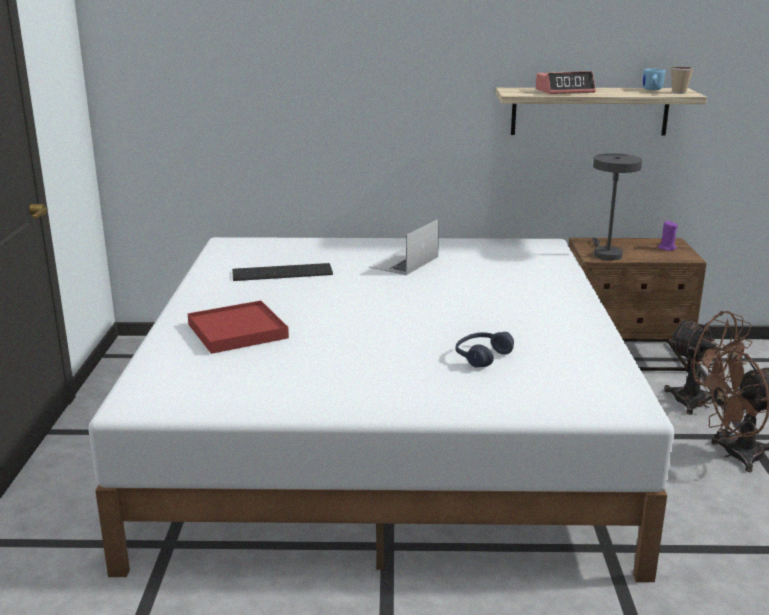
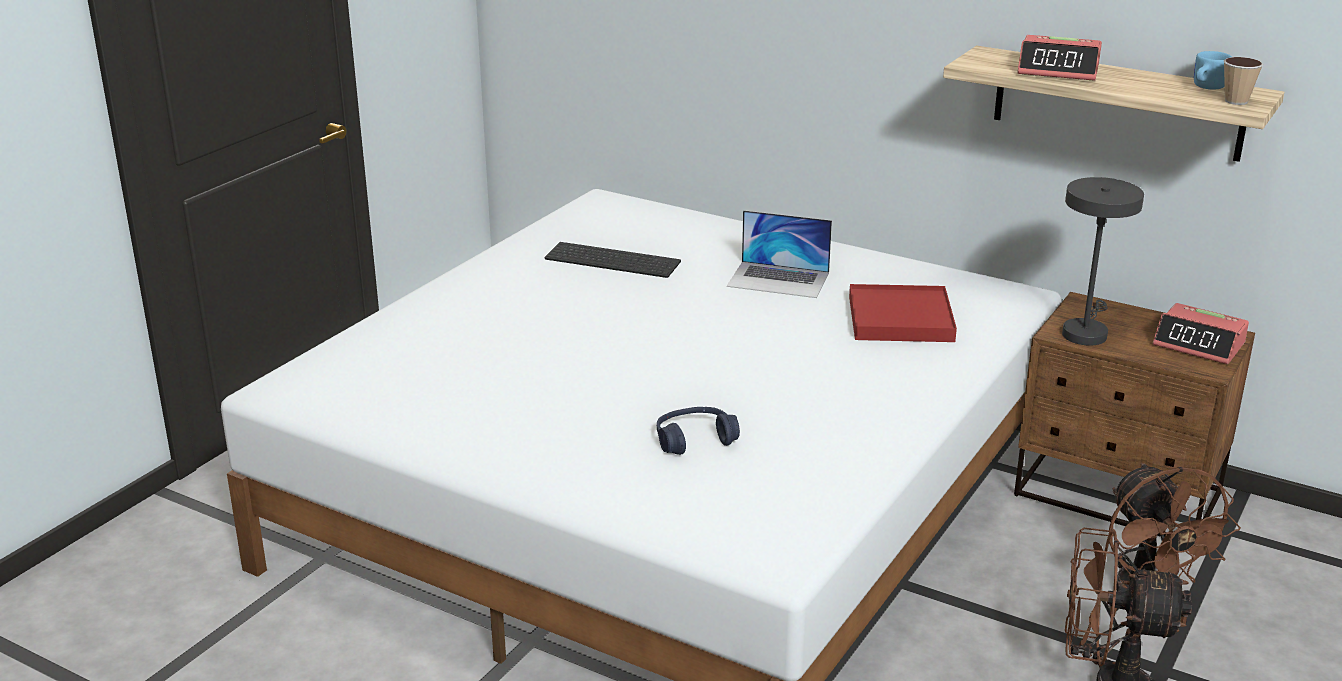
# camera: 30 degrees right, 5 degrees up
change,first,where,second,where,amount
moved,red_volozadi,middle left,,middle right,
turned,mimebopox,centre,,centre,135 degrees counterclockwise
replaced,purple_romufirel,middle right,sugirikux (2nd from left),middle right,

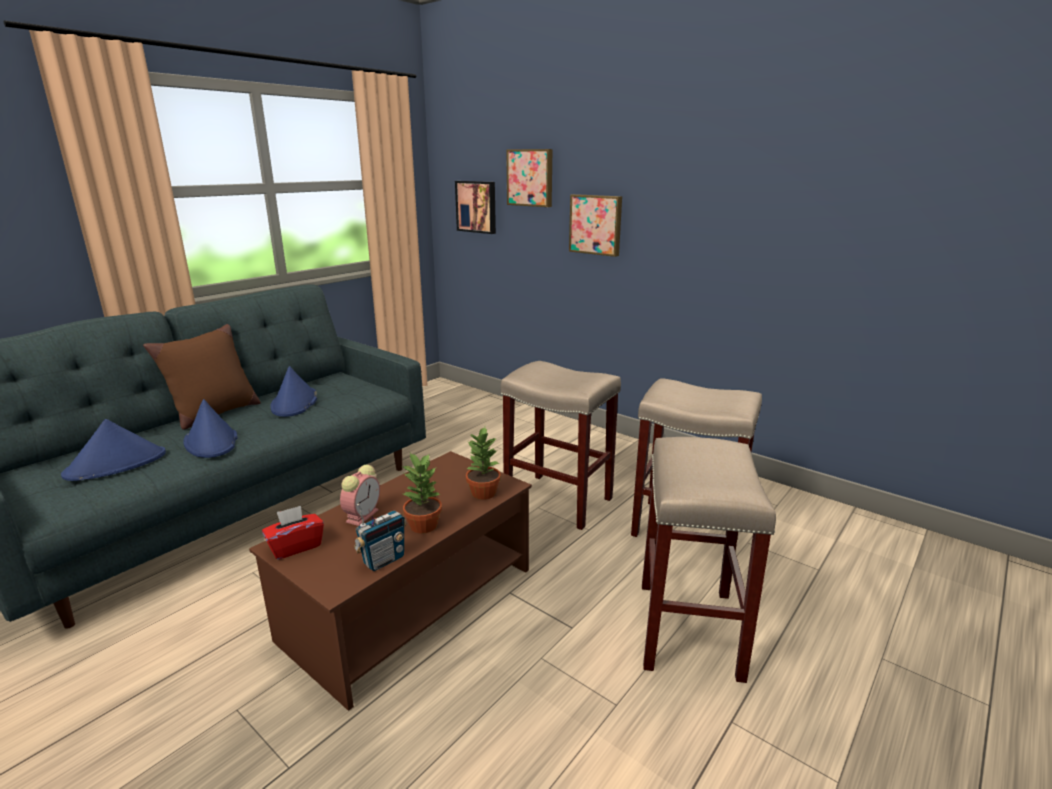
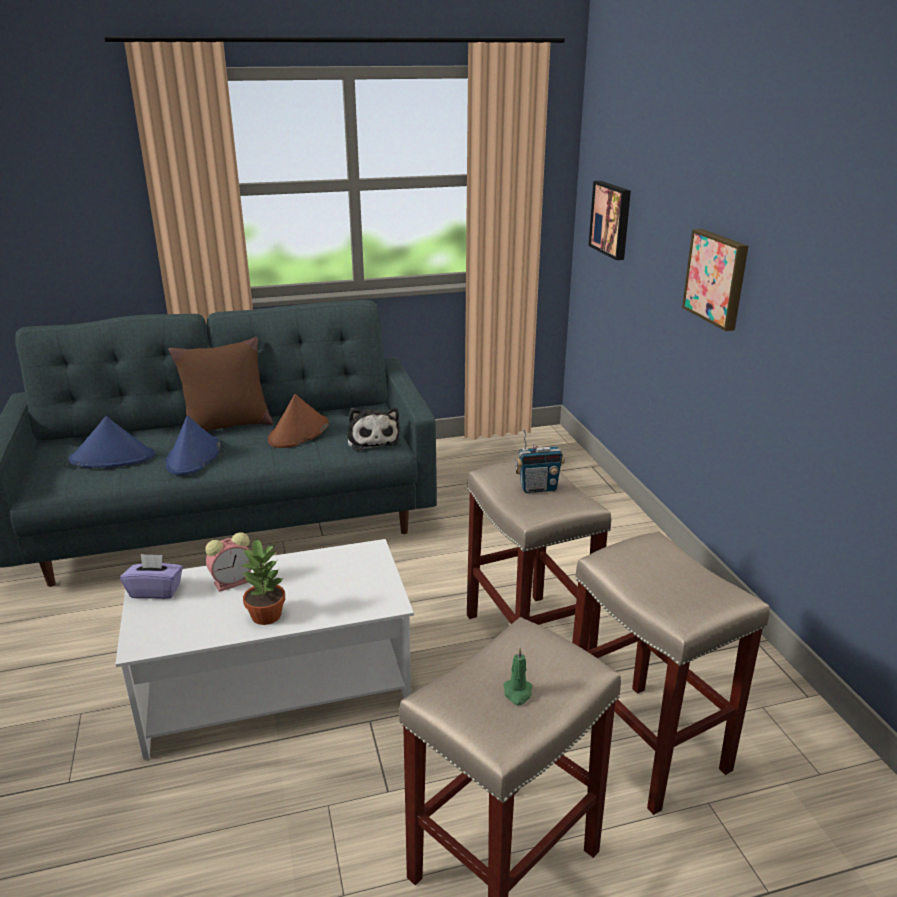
# camera: 35 degrees right, 5 degrees up
change,first,where,second,where,amount
recoloured,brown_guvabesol,bottom centre,white_guvabesol,bottom left,
recoloured,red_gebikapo,bottom left,purple_gebikapo,middle left,
recoloured,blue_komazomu (3rd from left),middle left,brown_komazomu,middle left,
moved,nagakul,bottom centre,,centre,
removed,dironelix (2nd from left),centre,,,
removed,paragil (2nd from left),top centre,,,
added,,,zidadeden,centre,
added,,,green_romufirel,bottom centre,

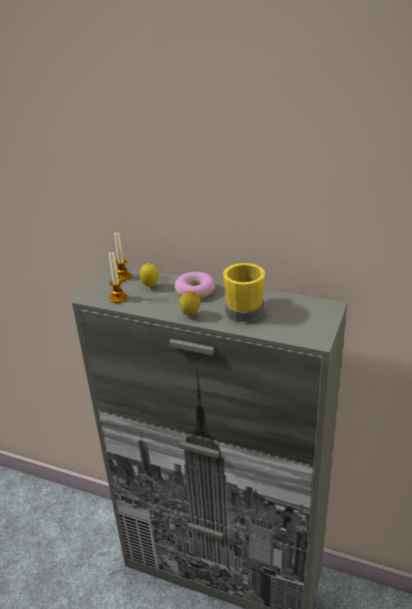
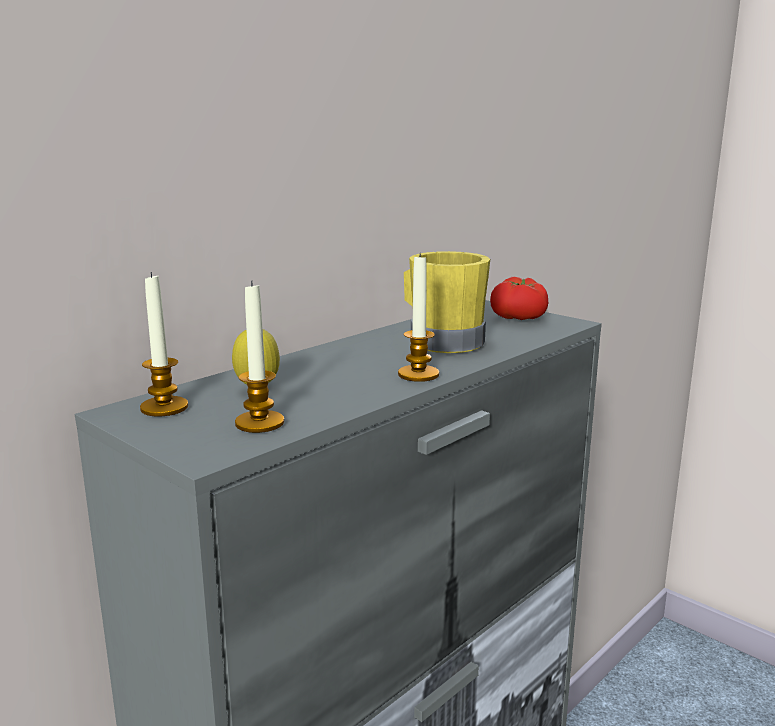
# camera: 70 degrees left, 15 degrees down
change,first,where,second,where,amount
removed,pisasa,centre,,,
replaced,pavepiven (2nd from left),centre,romufirel (3rd from left),centre,
added,,,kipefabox,middle right,

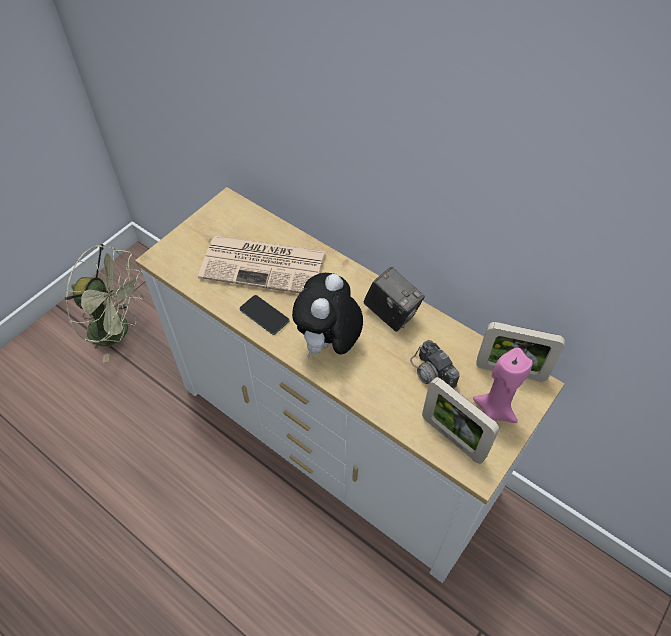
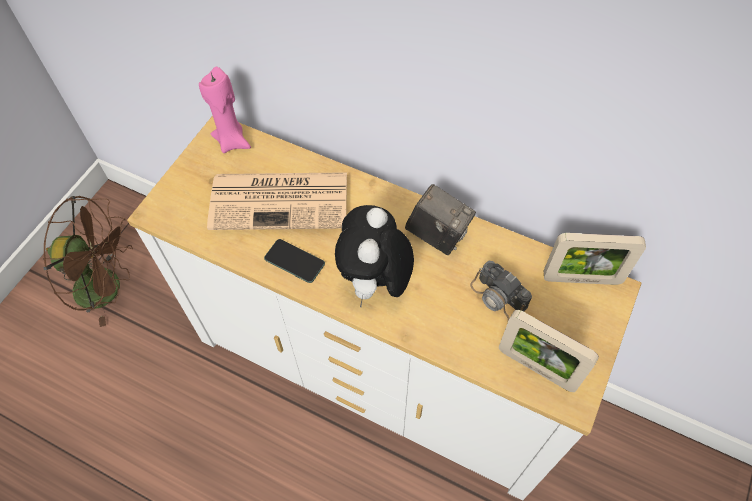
# camera: 10 degrees left, 5 degrees up
change,first,where,second,where,amount
recoloured,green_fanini,middle left,brown_fanini,middle left,
moved,pink_romufirel,middle right,,top left,

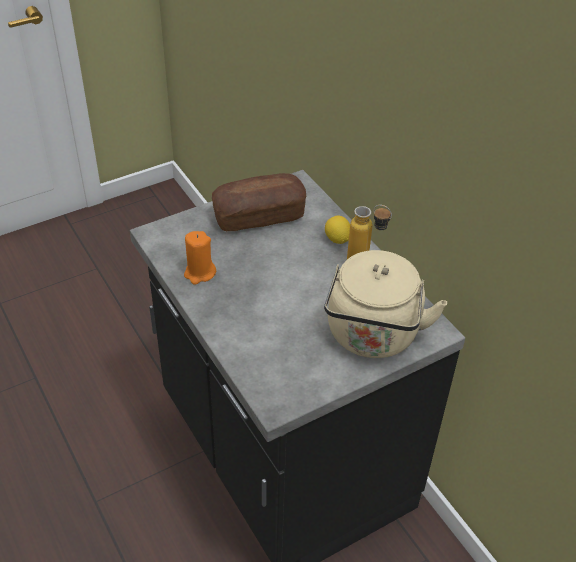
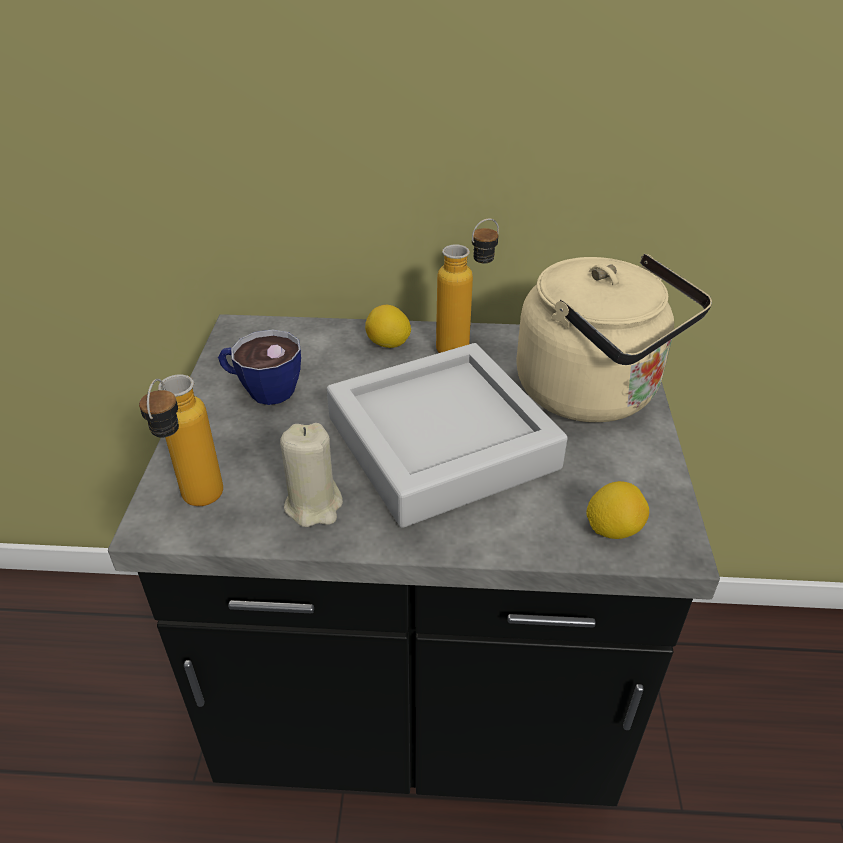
# camera: 55 degrees left, 5 degrees down
change,first,where,second,where,amount
recoloured,orange_romufirel,centre,beige_romufirel,centre,
replaced,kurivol,centre,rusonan,middle left,
added,,,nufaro (1st from left),middle left,
added,,,grey_volozadi,centre,
added,,,pavepiven (2nd from left),middle right,

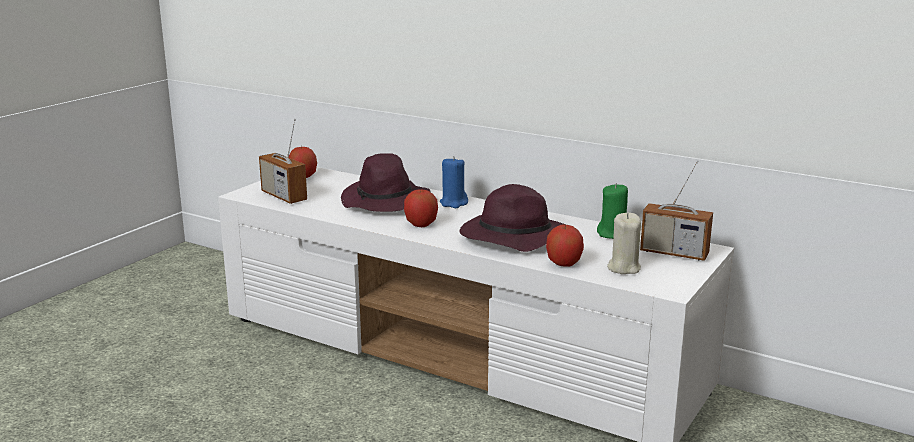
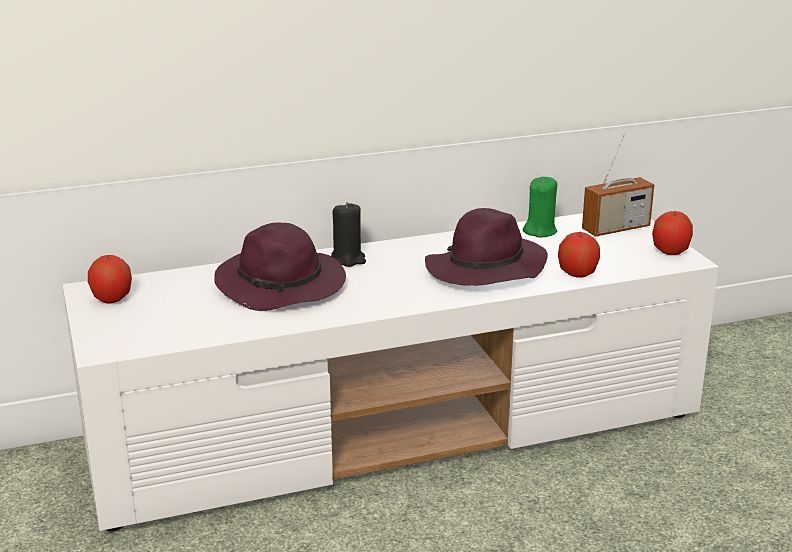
# camera: 50 degrees left, 5 degrees up
change,first,where,second,where,amount
removed,nagakul (1st from left),middle left,,,
moved,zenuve (2nd from left in the first image),centre,zenuve (3rd from left),middle right,
recoloured,blue_romufirel,centre,black_romufirel,centre,
removed,beige_romufirel,middle right,,,

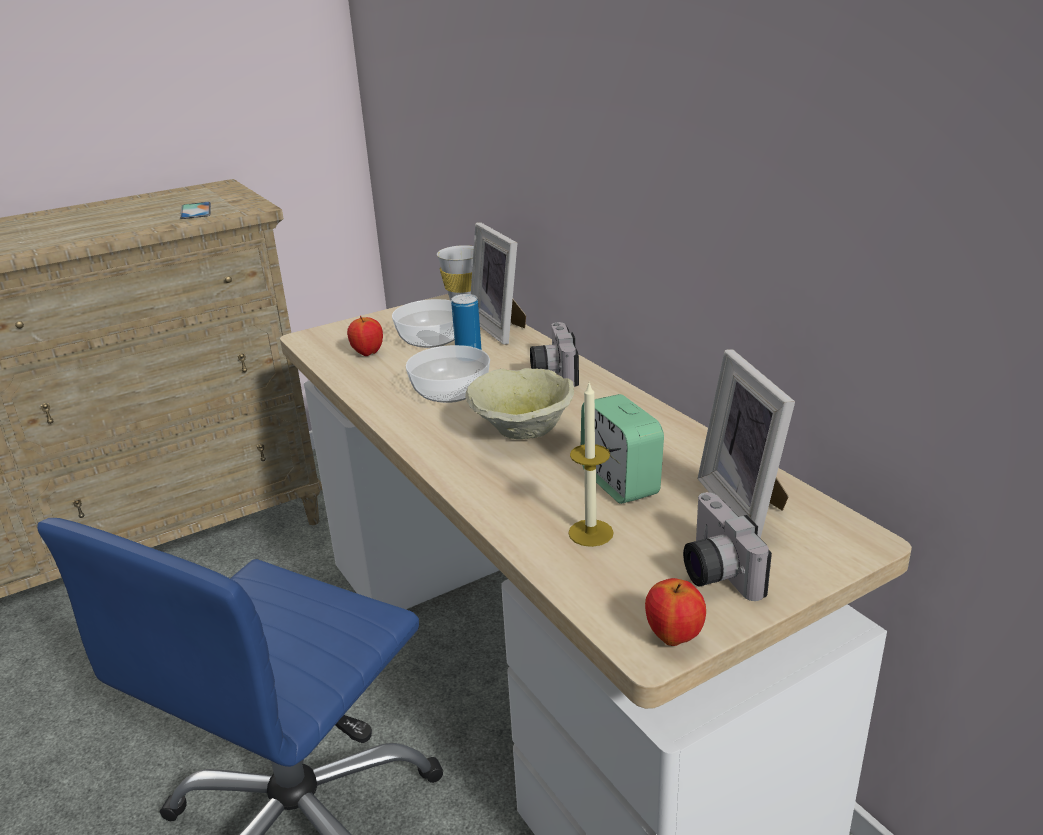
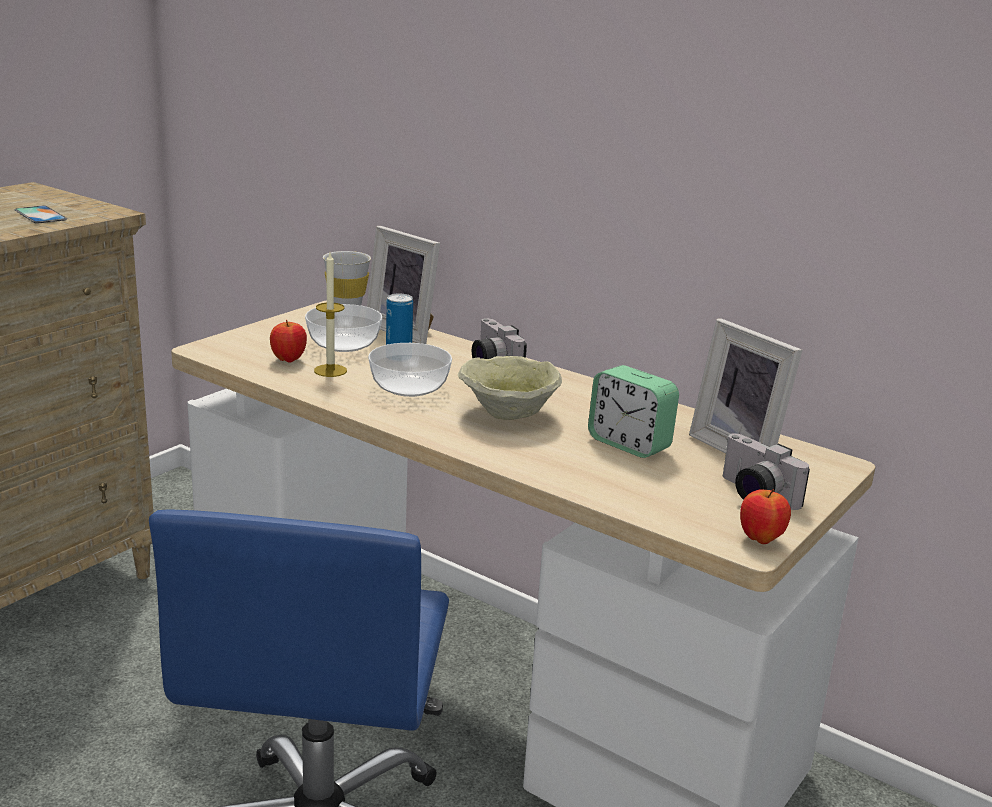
# camera: 25 degrees left, 5 degrees down
change,first,where,second,where,amount
moved,romufirel,centre,,middle left,

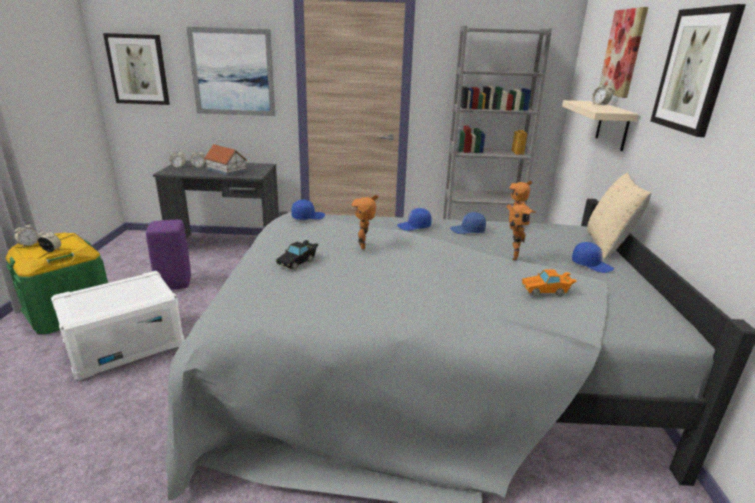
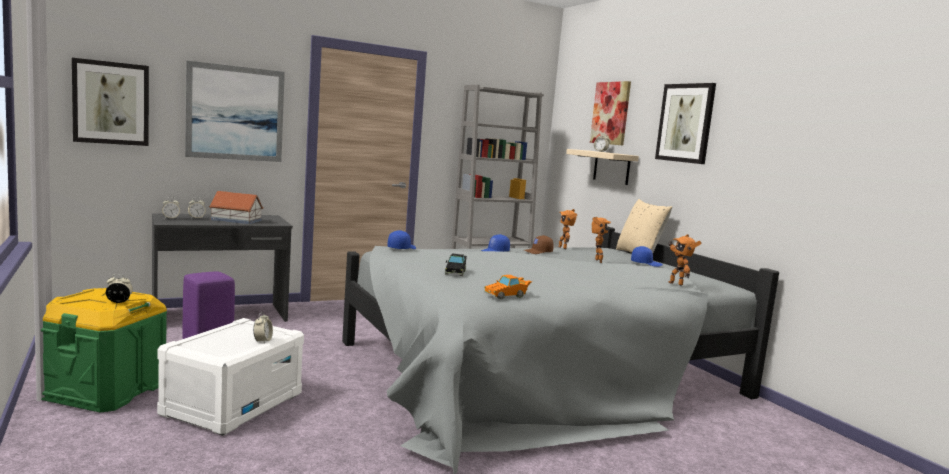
# camera: 30 degrees left, 15 degrees down
change,first,where,second,where,amount
moved,sugirikux (1st from left in the first image),middle left,sugirikux (4th from left),bottom left,
moved,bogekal (1st from left in the first image),centre,bogekal (3rd from left),middle right,
recoloured,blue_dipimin (3rd from left),centre,brown_dipimin,centre,
moved,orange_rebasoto,middle right,,centre,

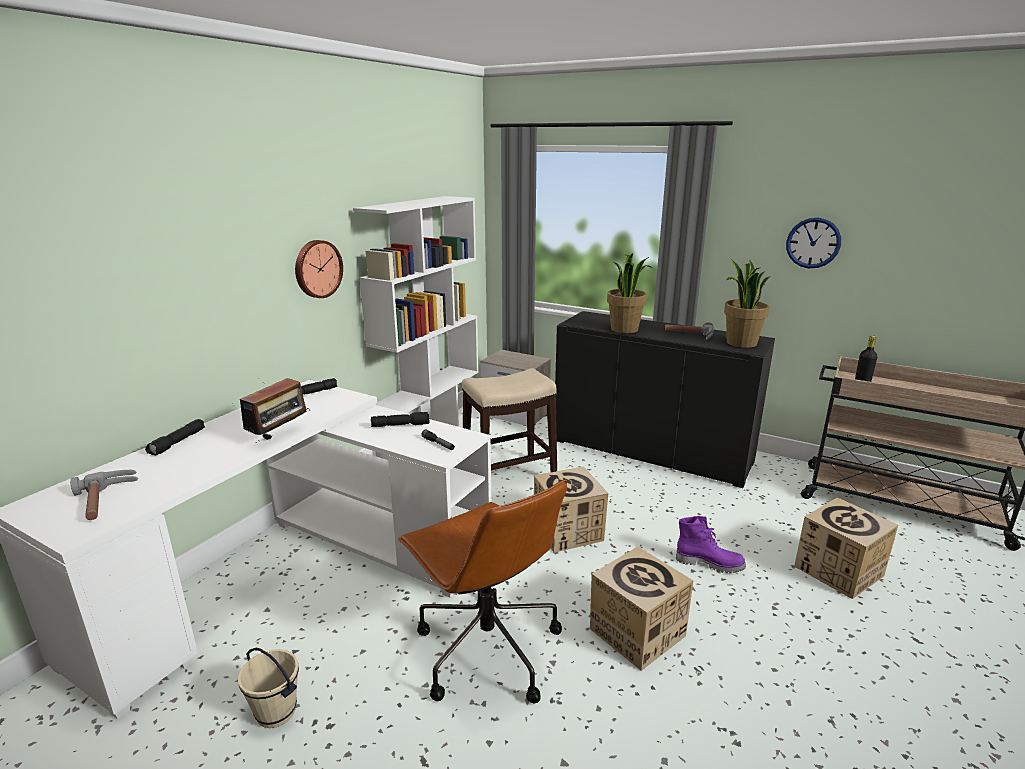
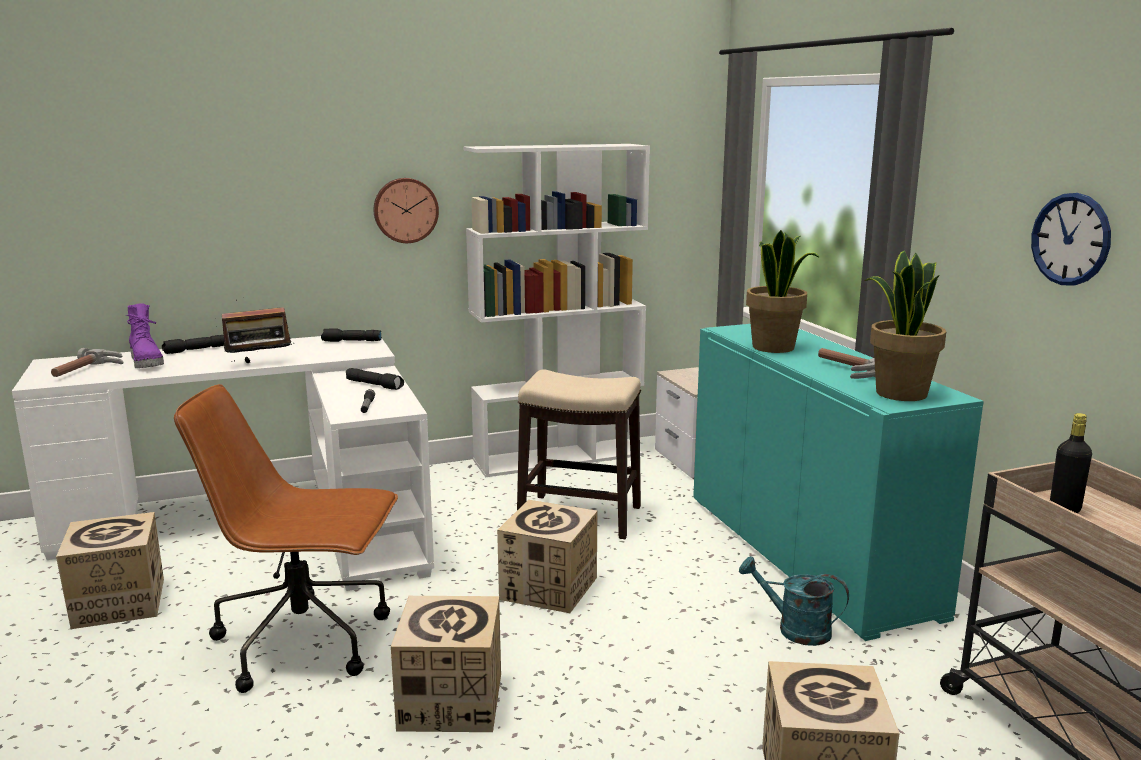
# camera: 40 degrees right, 5 degrees down
change,first,where,second,where,amount
replaced,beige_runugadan,bottom left,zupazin (1st from left),bottom left,
turned,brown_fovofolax,bottom centre,,bottom left,90 degrees clockwise
recoloured,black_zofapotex,centre,turquoise_zofapotex,middle right,
moved,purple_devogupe,bottom right,,middle left,
added,,,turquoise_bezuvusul,bottom right,

